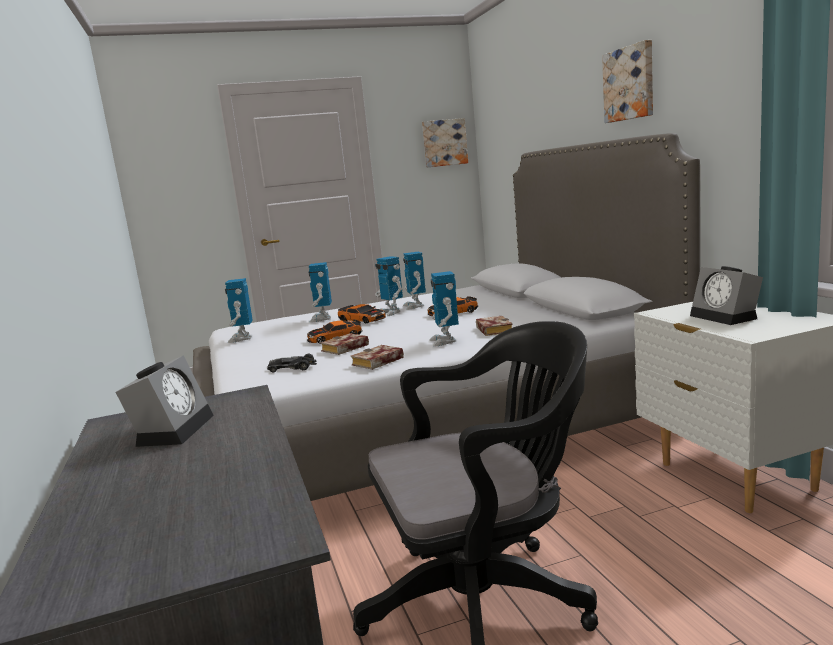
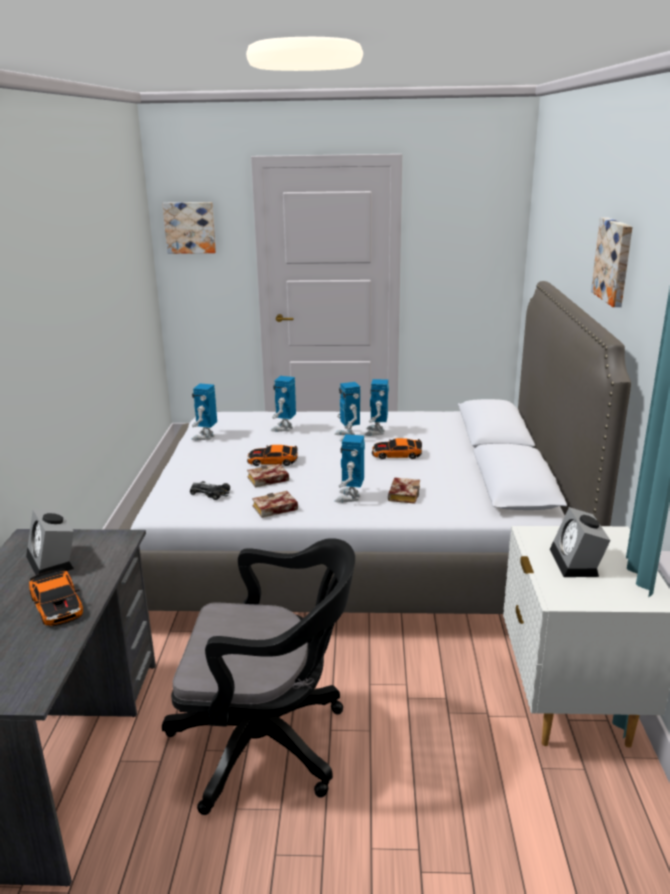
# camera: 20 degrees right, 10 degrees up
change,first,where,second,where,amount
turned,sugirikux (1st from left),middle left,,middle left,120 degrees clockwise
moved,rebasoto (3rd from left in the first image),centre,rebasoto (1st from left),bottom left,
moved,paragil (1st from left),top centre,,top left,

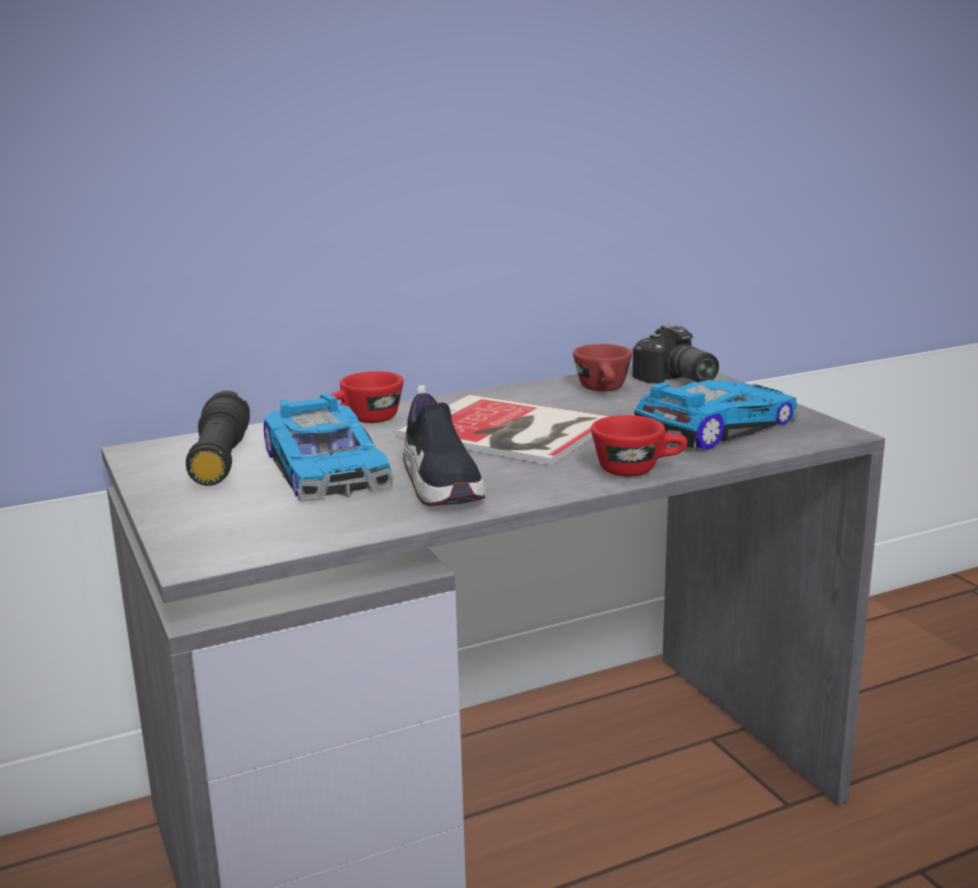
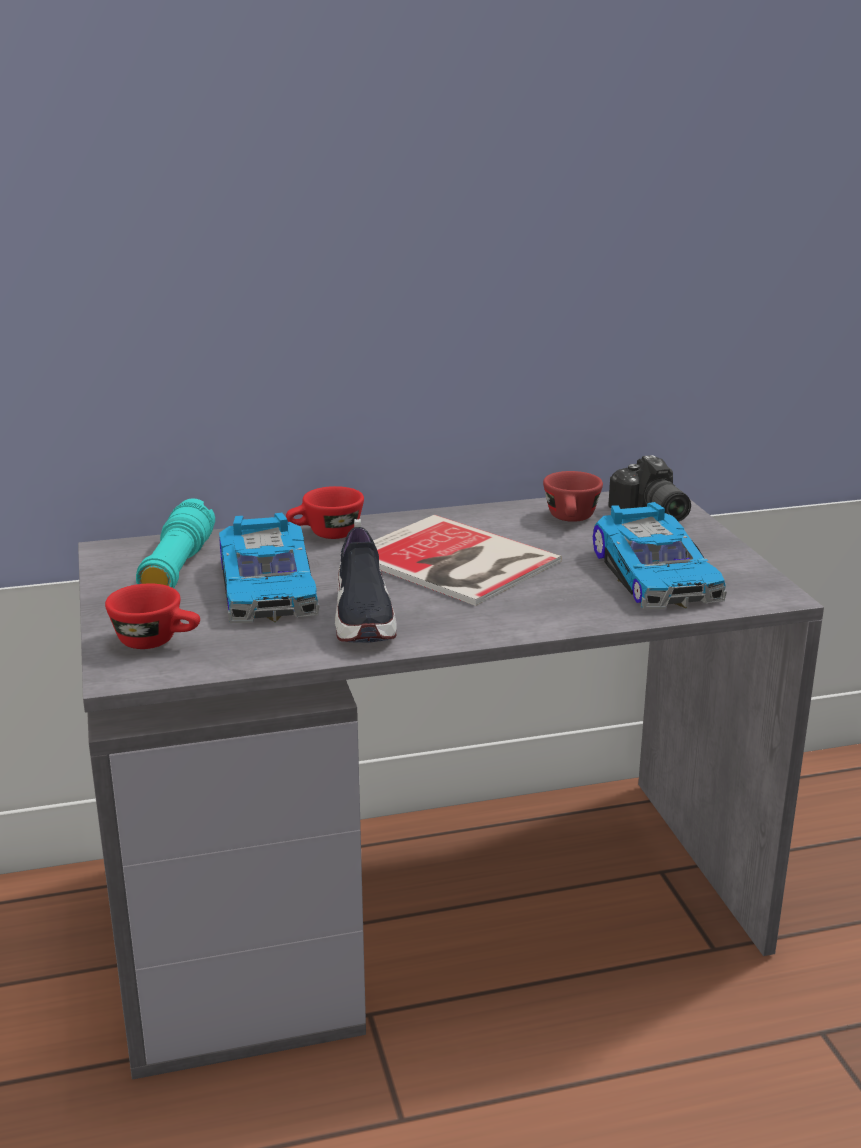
# camera: 10 degrees right, 5 degrees up
change,first,where,second,where,amount
recoloured,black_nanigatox,middle left,turquoise_nanigatox,middle left,
moved,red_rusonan (3rd from left in the first image),centre,red_rusonan (1st from left),middle left,
turned,rebasoto (2nd from left),middle right,,middle right,105 degrees clockwise

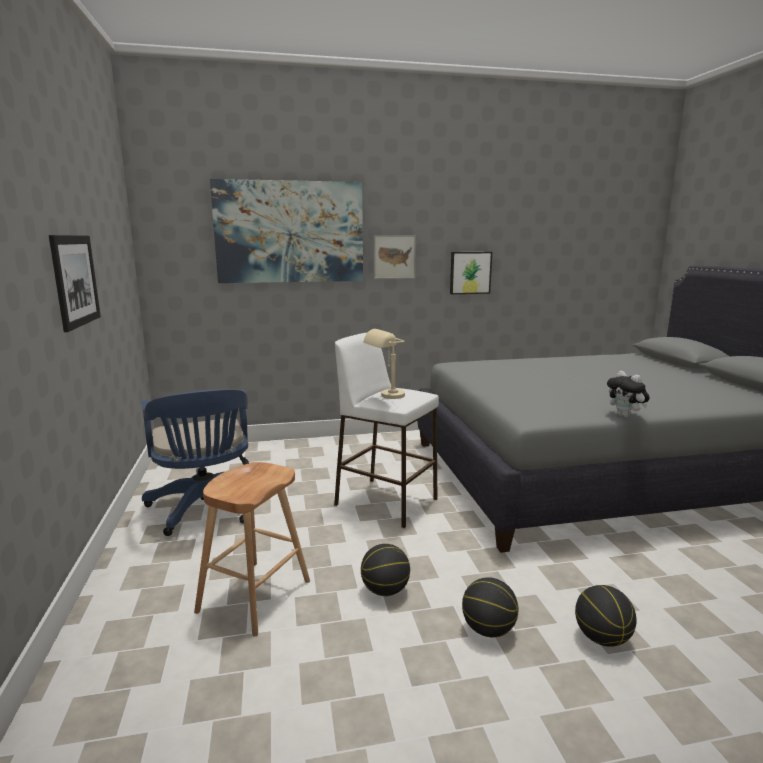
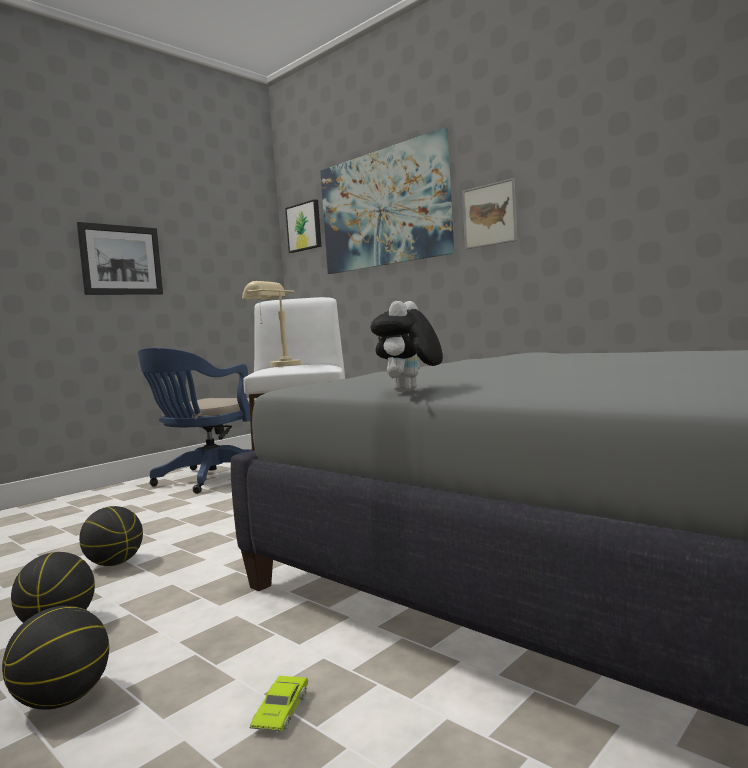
# camera: 55 degrees right, 10 degrees down
change,first,where,second,where,amount
removed,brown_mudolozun,bottom left,,,
moved,paragil (4th from left in the first image),centre,paragil (2nd from left),top centre,
added,,,green_rebasoto,bottom centre,

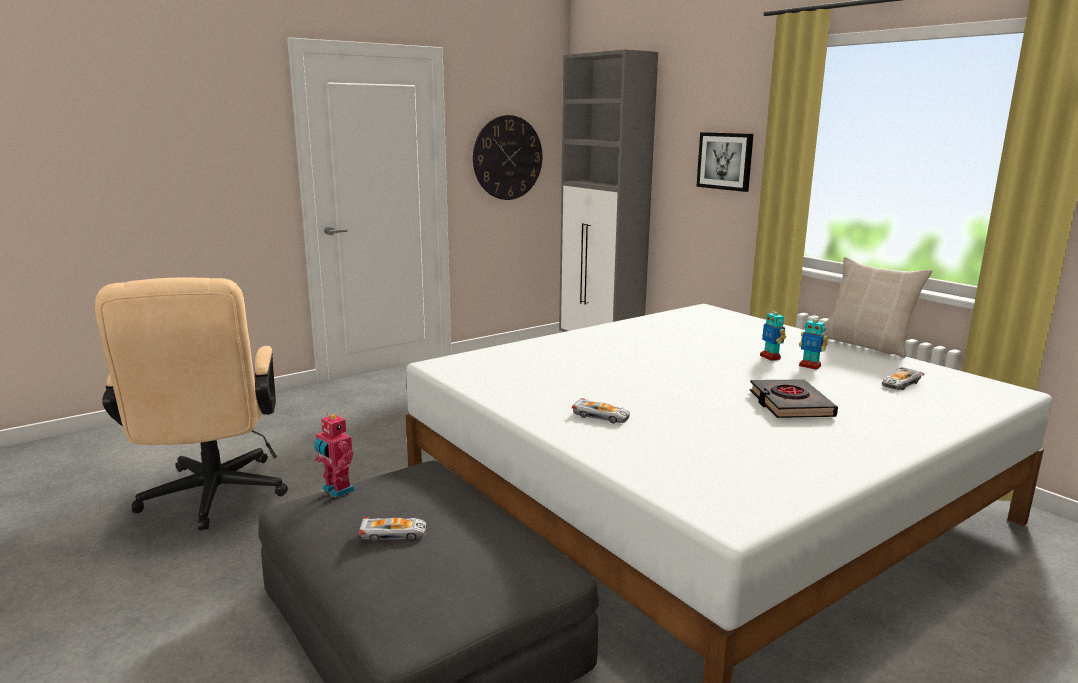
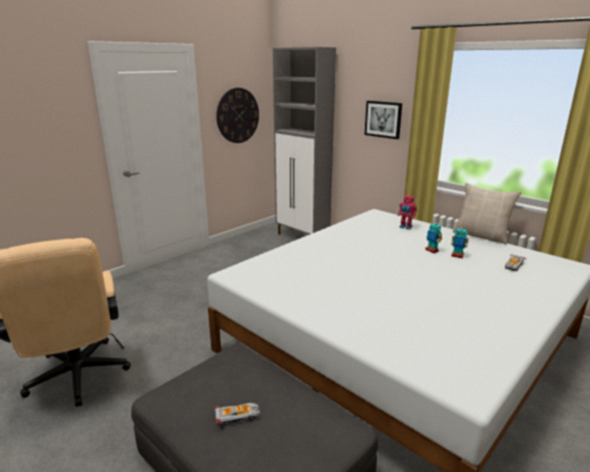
# camera: 10 degrees left, 5 degrees up
change,first,where,second,where,amount
moved,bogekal (1st from left),middle left,,middle right,
removed,rebasoto (2nd from left),centre,,,
removed,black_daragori,middle right,,,

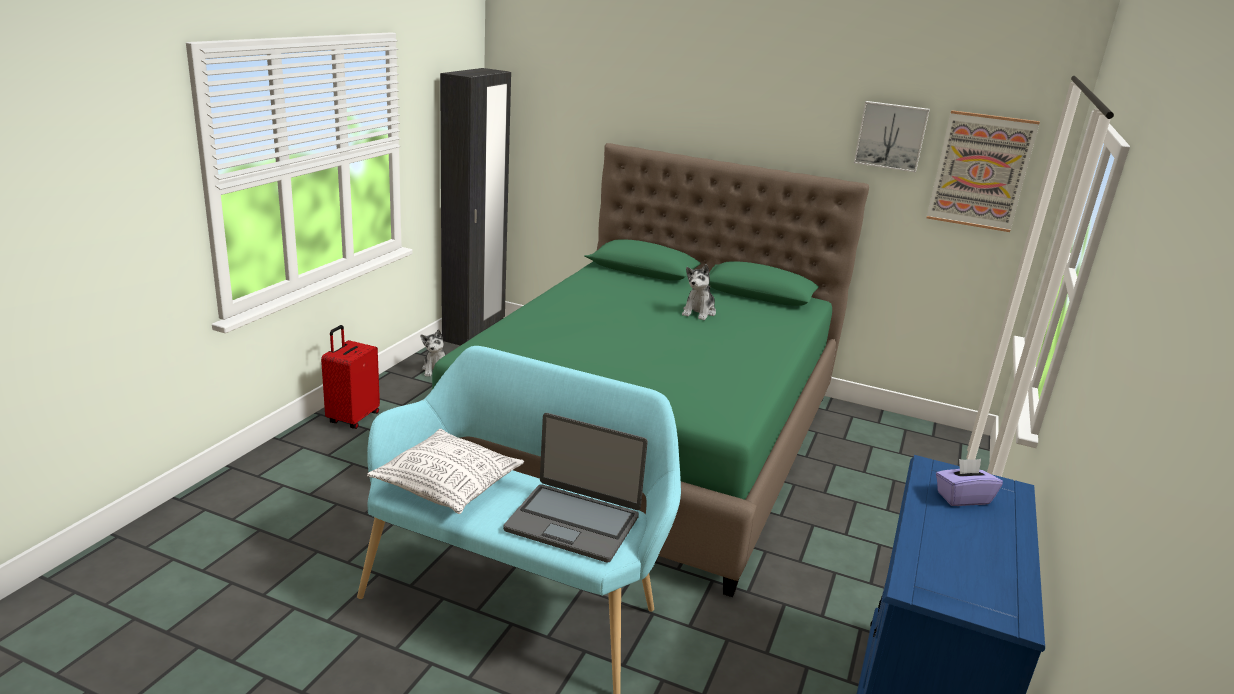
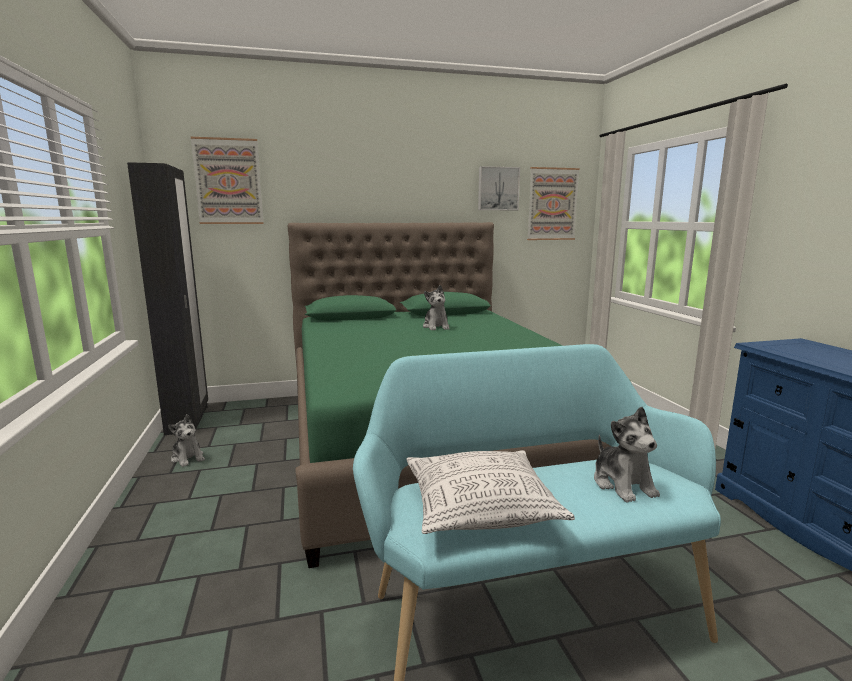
# camera: 35 degrees left, 10 degrees down
change,first,where,second,where,amount
removed,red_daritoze,middle left,,,
replaced,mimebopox,bottom centre,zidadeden (3rd from left),bottom right,
removed,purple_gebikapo,bottom right,,,
added,,,paragil (1st from left),top left,

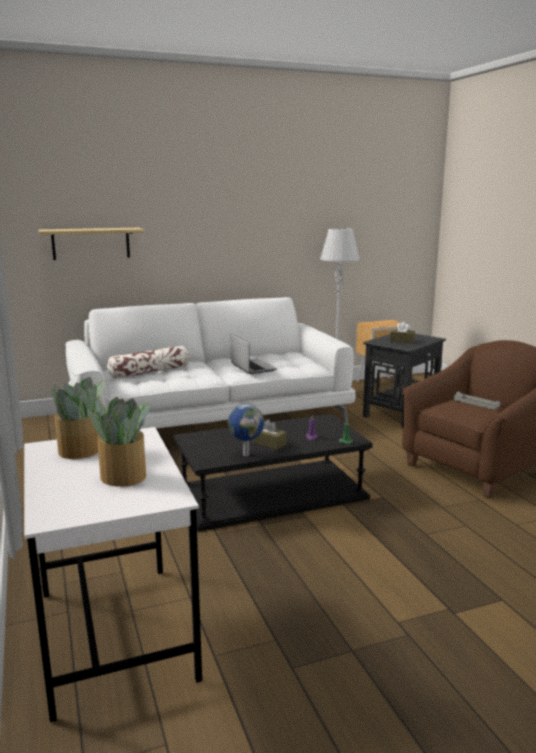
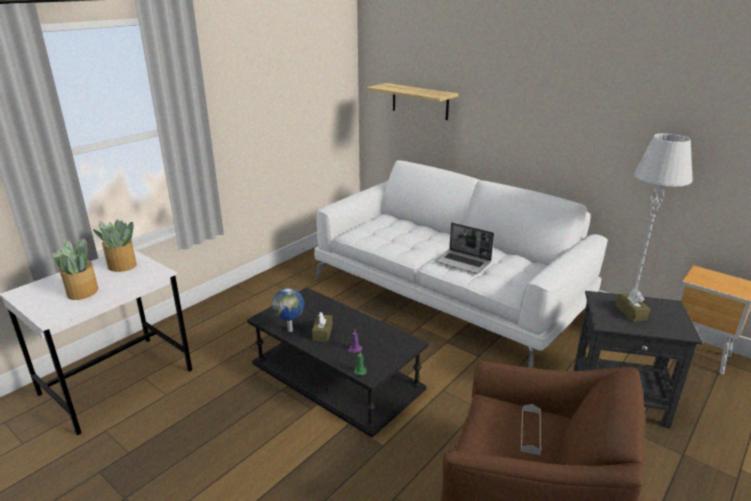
# camera: 60 degrees right, 10 degrees up
change,first,where,second,where,amount
removed,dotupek,middle left,,,
turned,mimebopox,centre,,centre,90 degrees clockwise

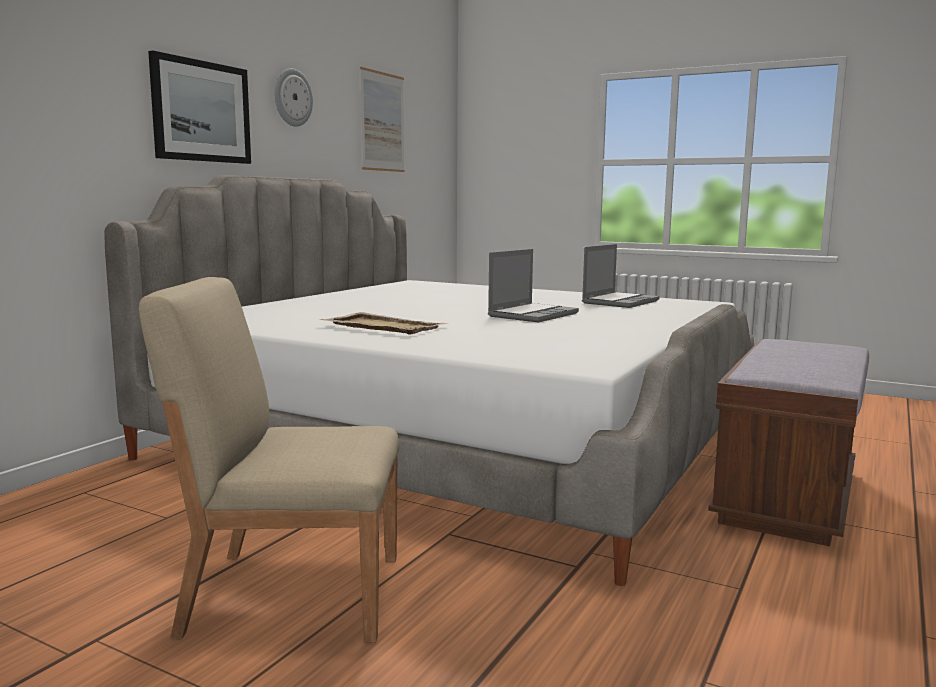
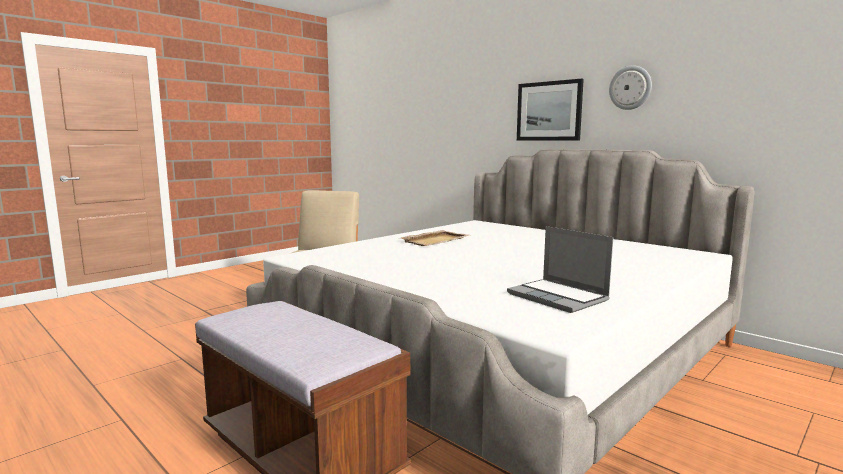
# camera: 105 degrees right, 0 degrees up
change,first,where,second,where,amount
removed,paragil (2nd from left),top centre,,,
removed,mimebopox (1st from left),centre,,,

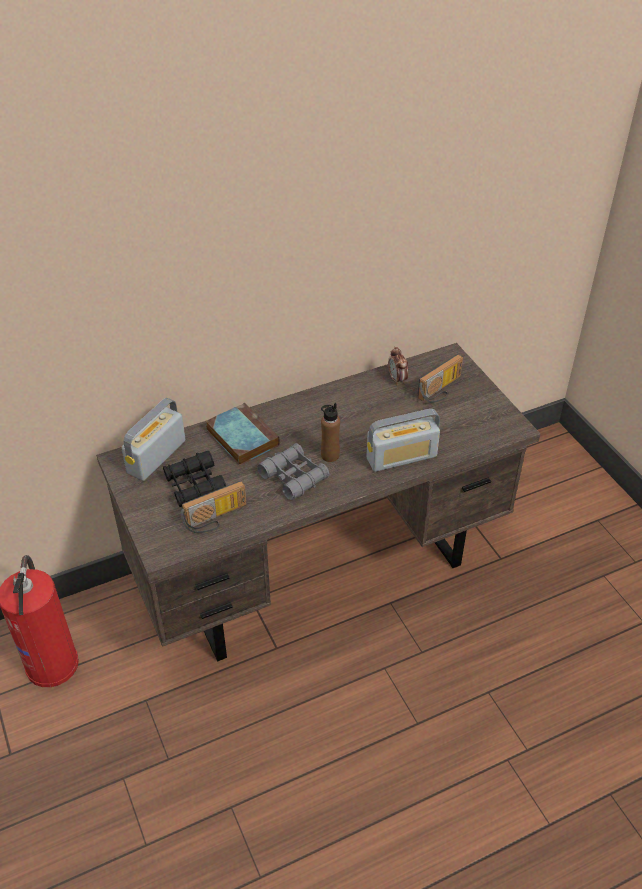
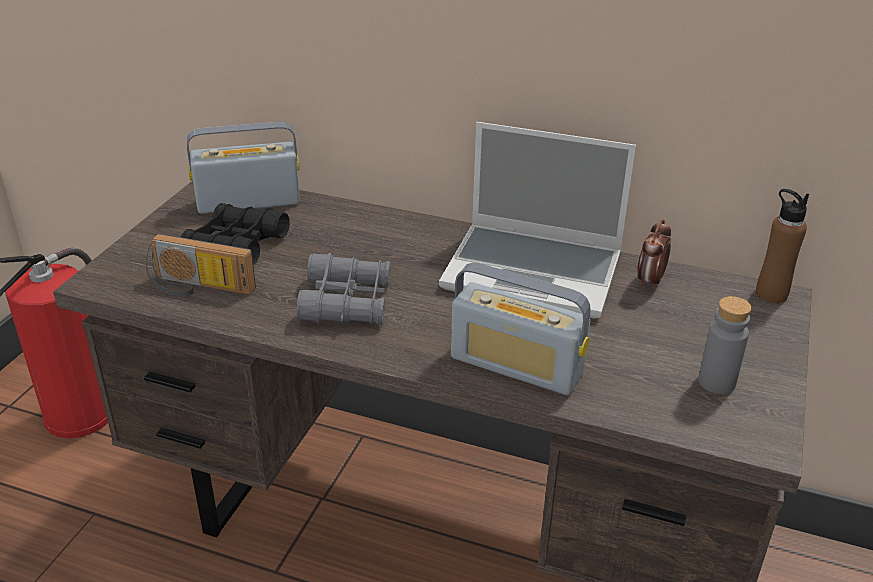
# camera: 45 degrees right, 10 degrees down
change,first,where,second,where,amount
removed,daragori,centre,,,
moved,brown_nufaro,centre,,middle right,
removed,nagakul (4th from left),middle right,,,
added,,,mimebopox,centre,
added,,,grey_nufaro,middle right,

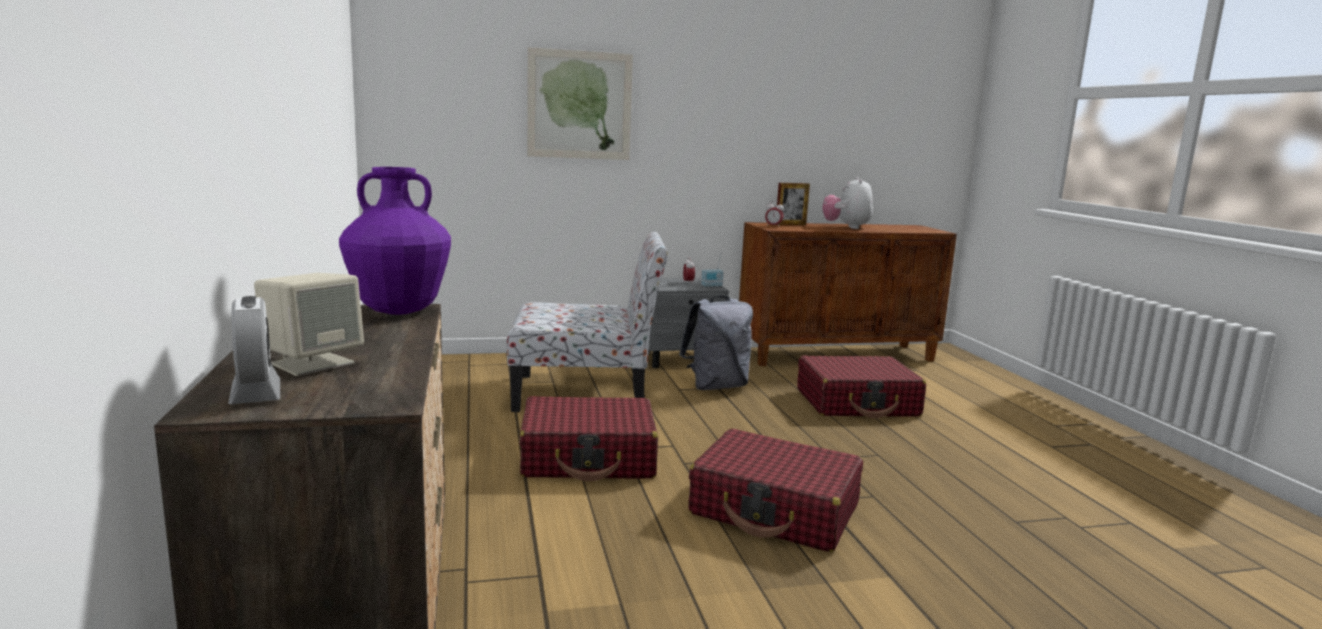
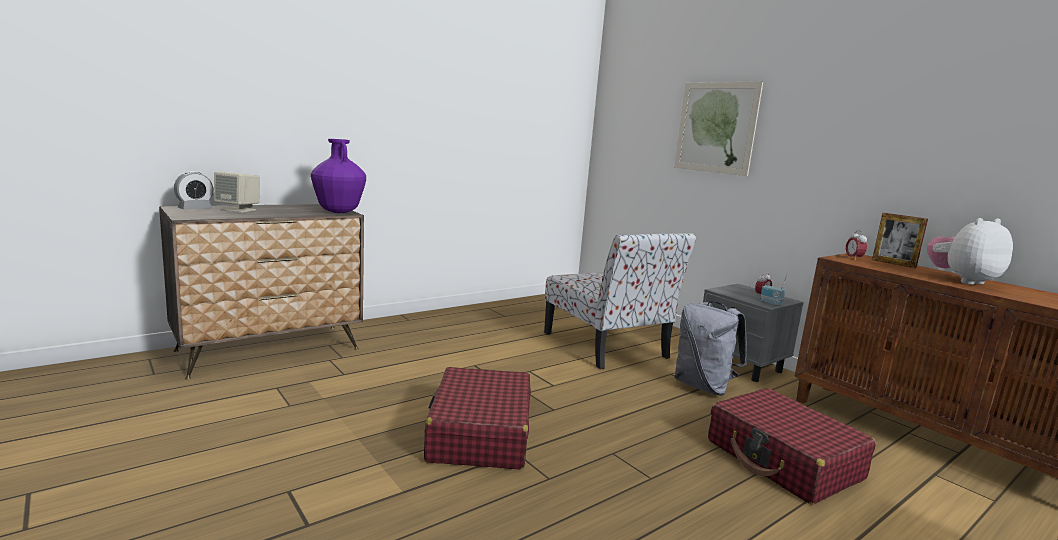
# camera: 65 degrees right, 0 degrees up
change,first,where,second,where,amount
removed,red_daritoze (1st from left),bottom centre,,,

